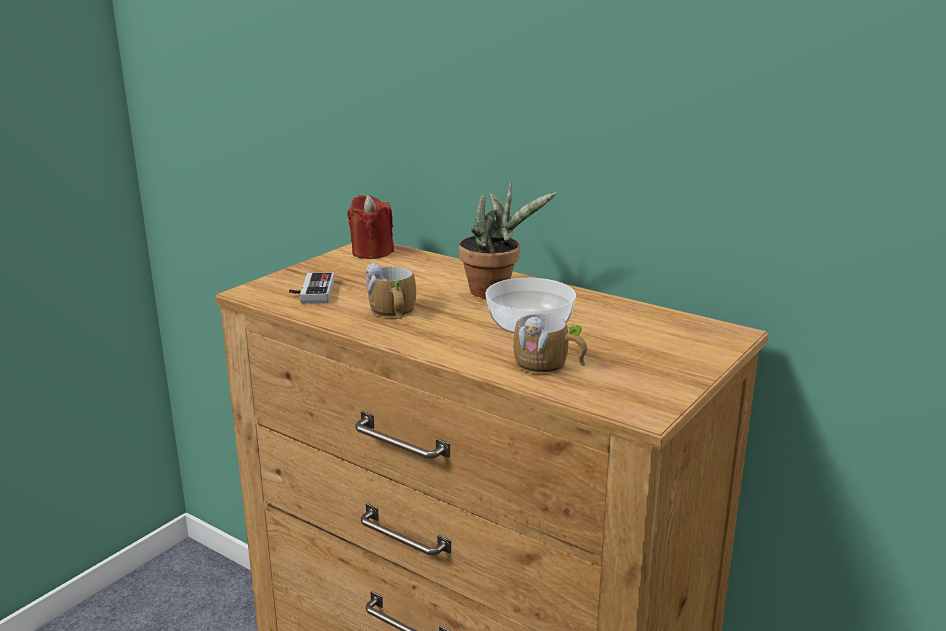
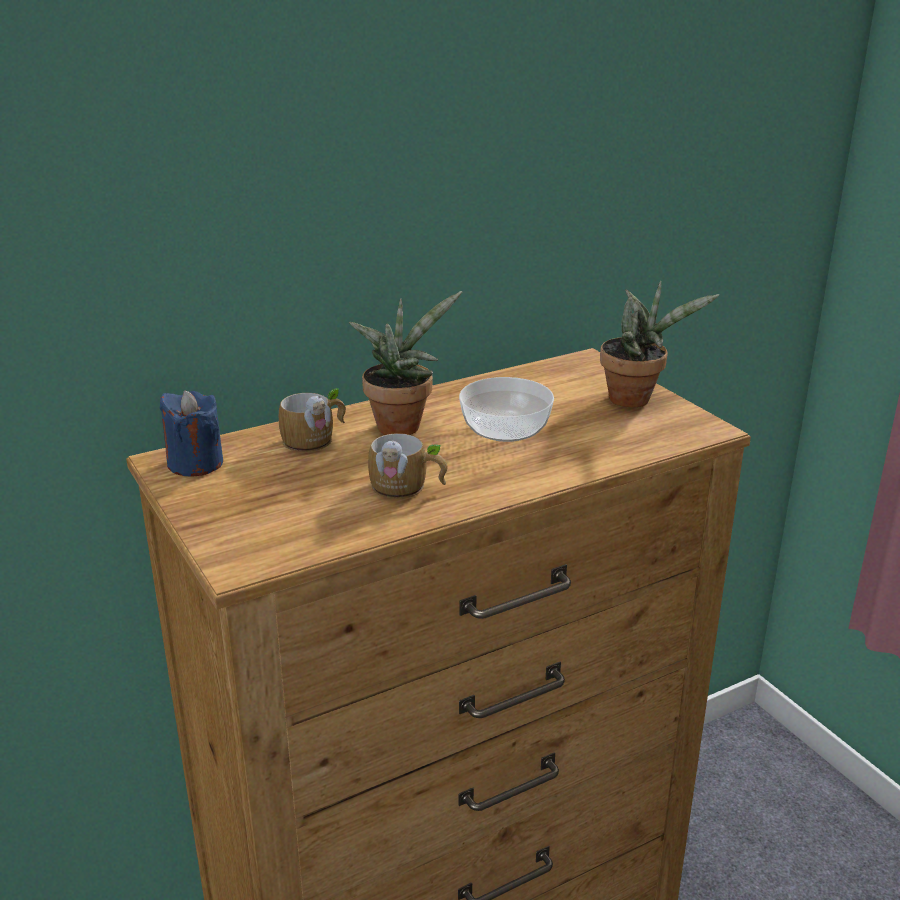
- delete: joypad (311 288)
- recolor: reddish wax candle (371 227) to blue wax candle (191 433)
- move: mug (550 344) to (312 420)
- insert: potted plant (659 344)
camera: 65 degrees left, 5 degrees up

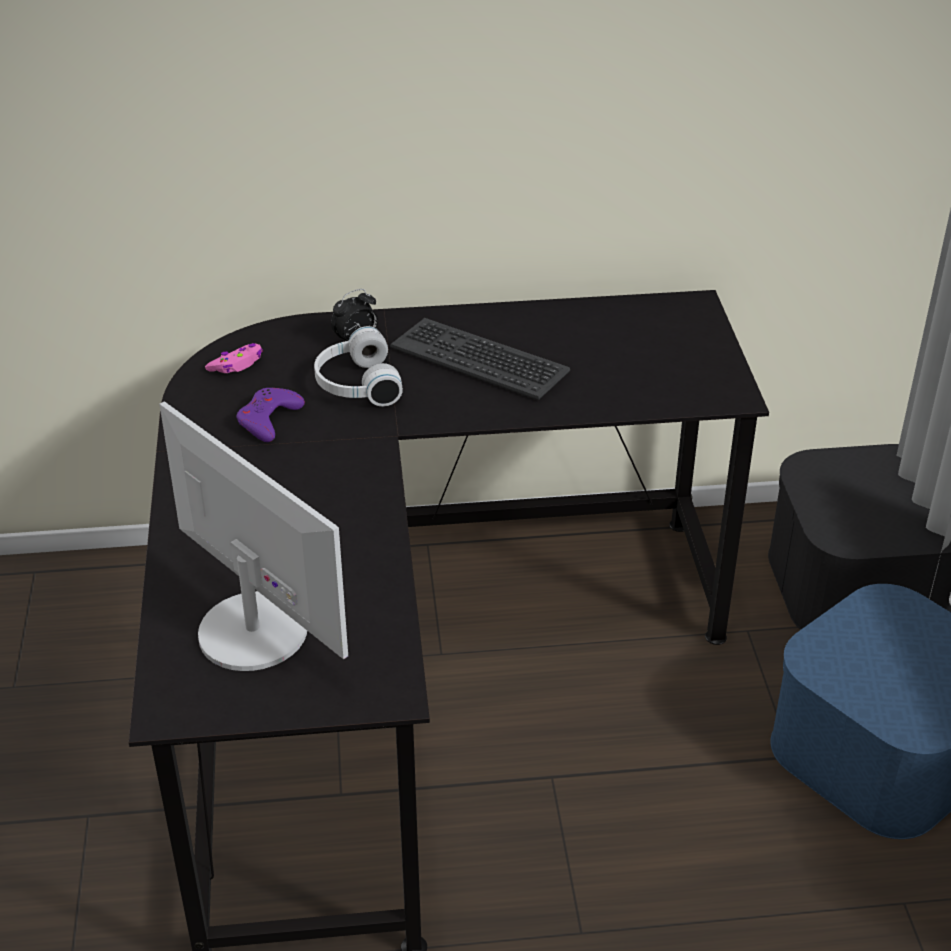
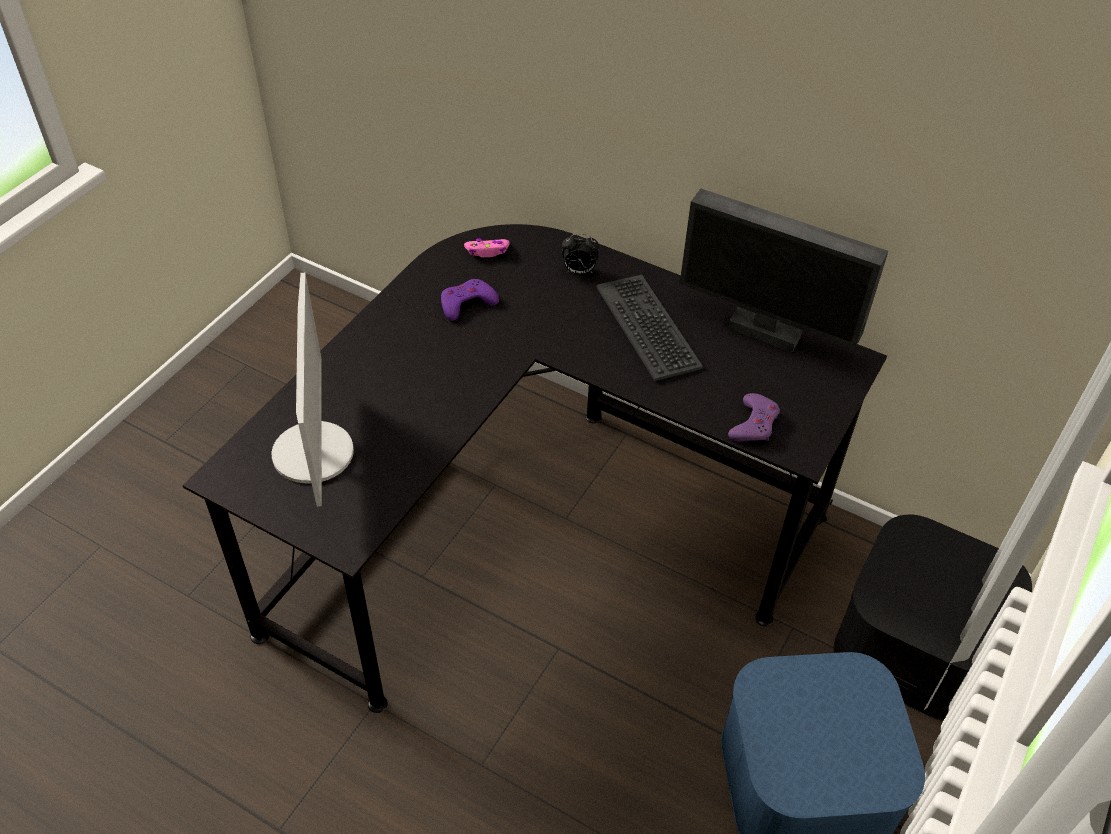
- delete: white-coloured pair of headphones (358 366)
- insert: computer display (784 270)
- insert: purplish joypad (754 417)
camera: 35 degrees right, 10 degrees up

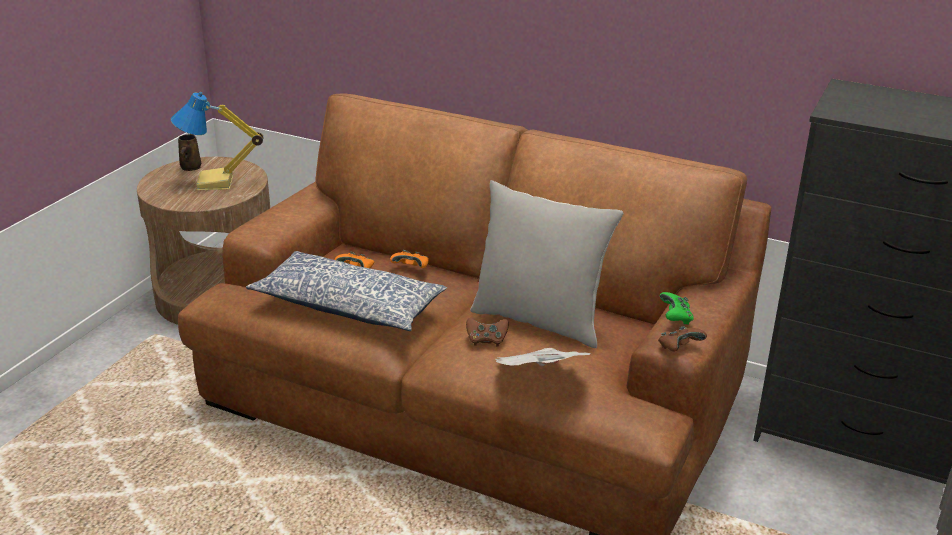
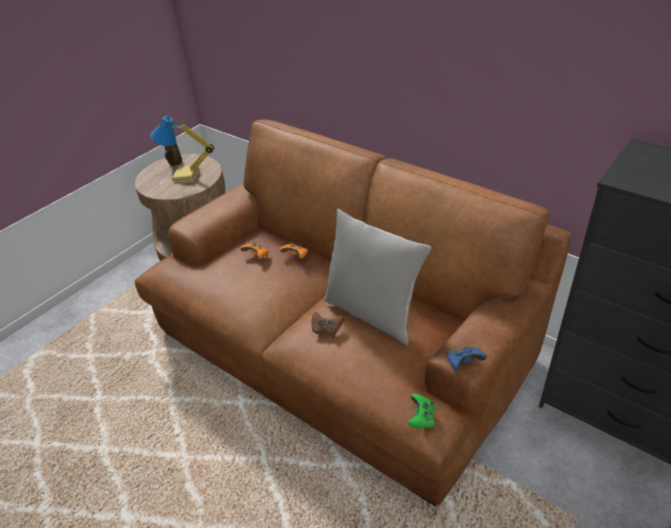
- delete: pillow (346 291)
- delete: newspaper (543 357)
- recolor: brown-coloured joypad (682 338) to blue joypad (467 358)
- move: green-coloured joypad (676 308) to (421 411)
camera: 15 degrees right, 10 degrees up

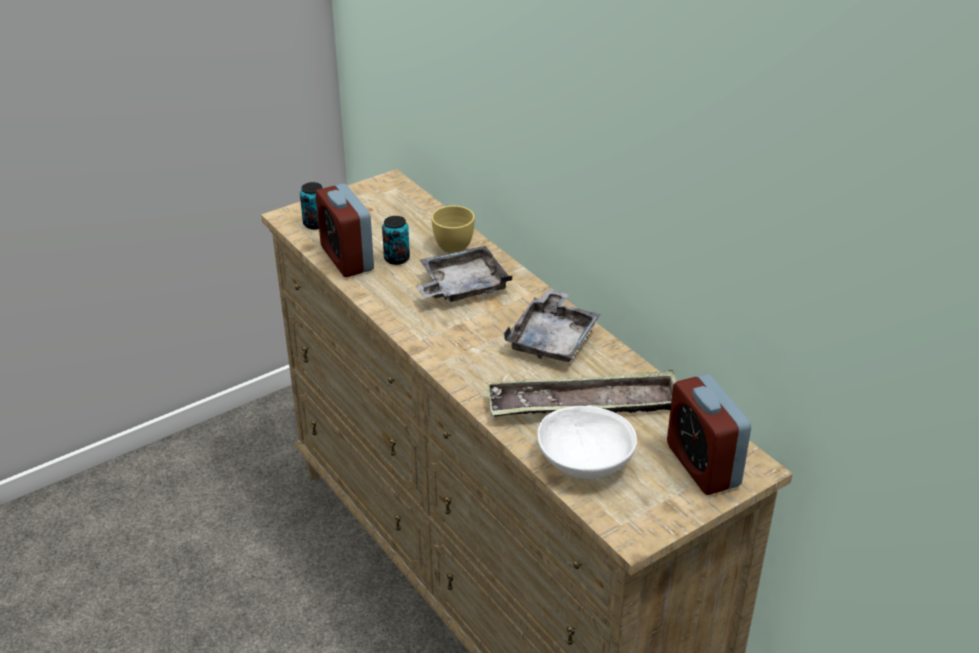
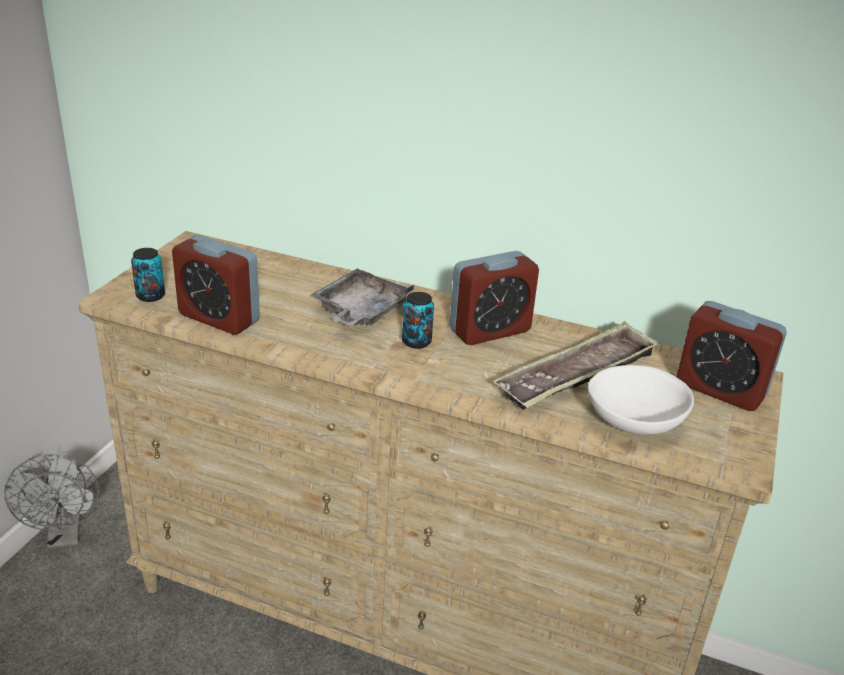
- move: sealed can (396 240) to (418 320)
- delete: yellow-coloured cup (453 229)
- replace: gray serving tray (552 325) to table clock (494 298)
- insert: gray electric fan (51 501)
camera: 35 degrees left, 5 degrees down

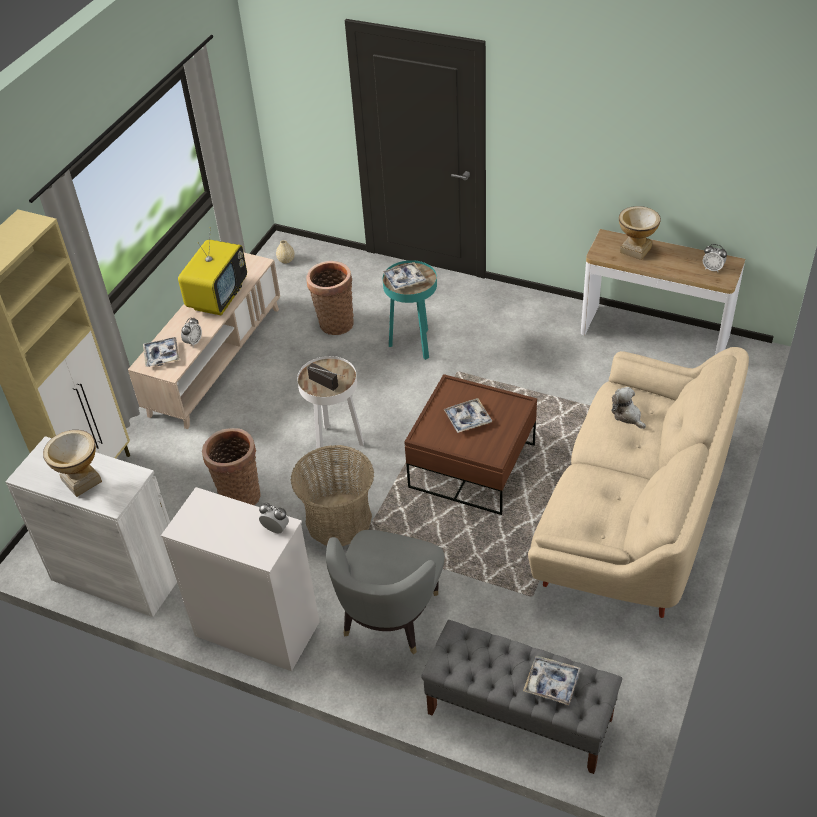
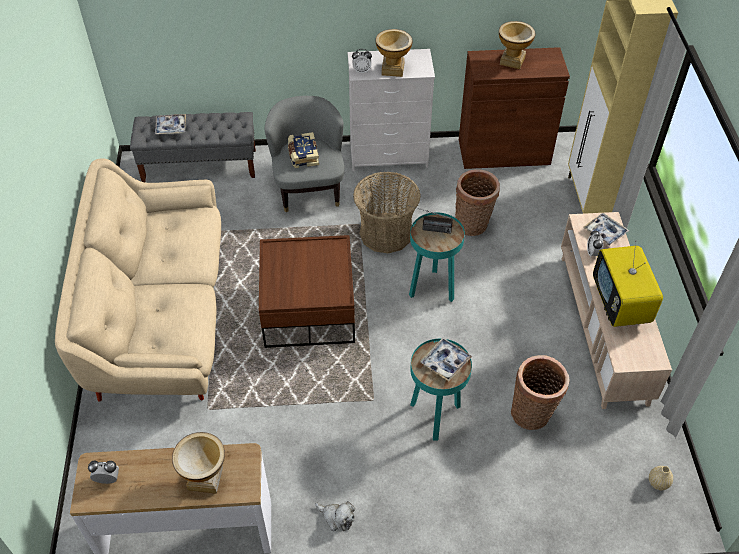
- recolor: white-coloured cabinet (91 526) to brown-coloured cabinet (514 108)
- recolor: white-coloured accent table (330 408) to turquoise accent table (437 257)
- delete: serving tray (467 415)
- move: plush toy (628 408) to (335 516)
- insert: volume (303 150)
- insert: flower vase (394 53)
camera: 150 degrees right, 5 degrees up

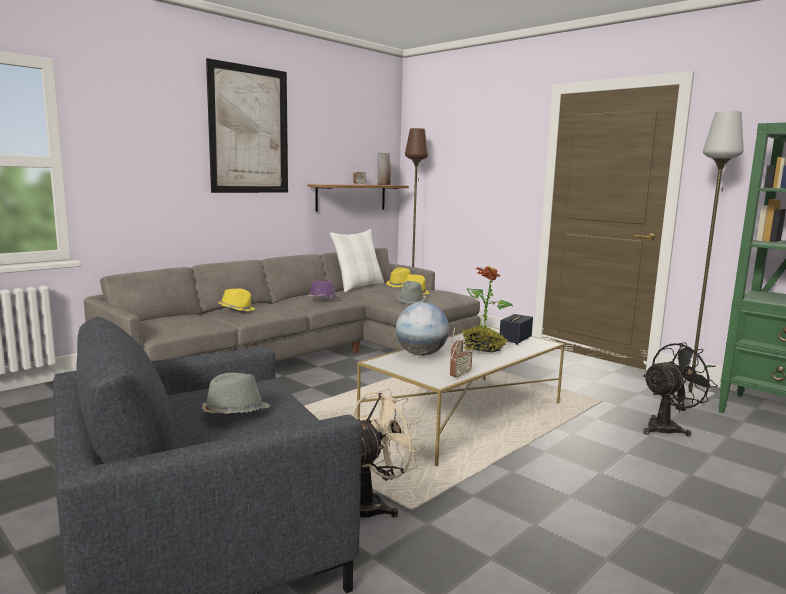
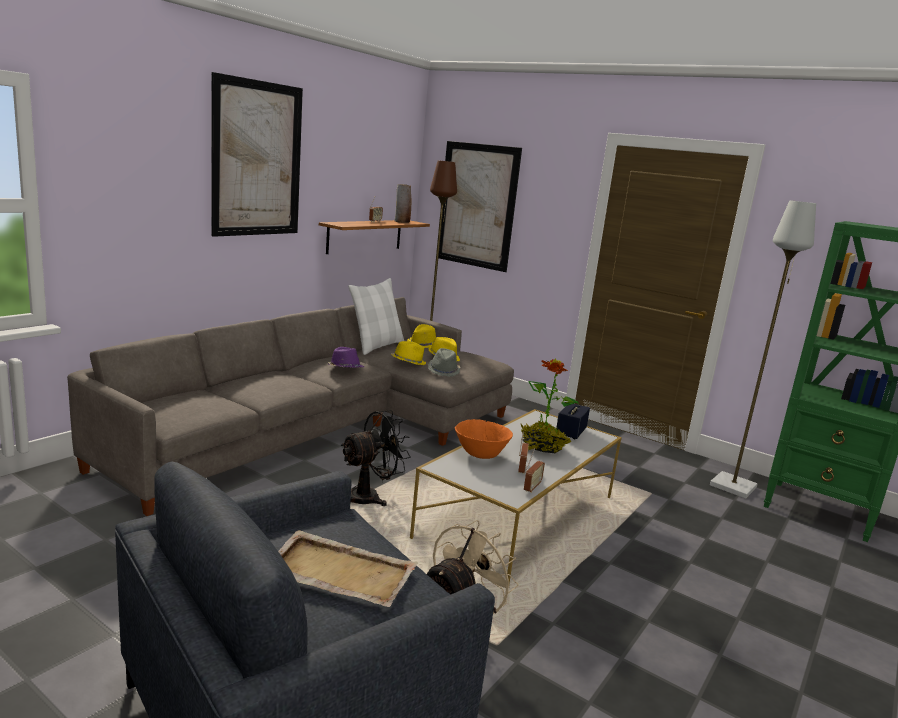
- replace: gray hat (235 393) to sand-coloured serving tray (348 568)
- move: yellow-coloured hat (236 300) to (409 353)
- replace: globe (422 329) to orange bowl (484 439)
- move: black electric fan (680 389) to (376 458)
- insert: picture (479 206)
camera: 10 degrees left, 5 degrees up

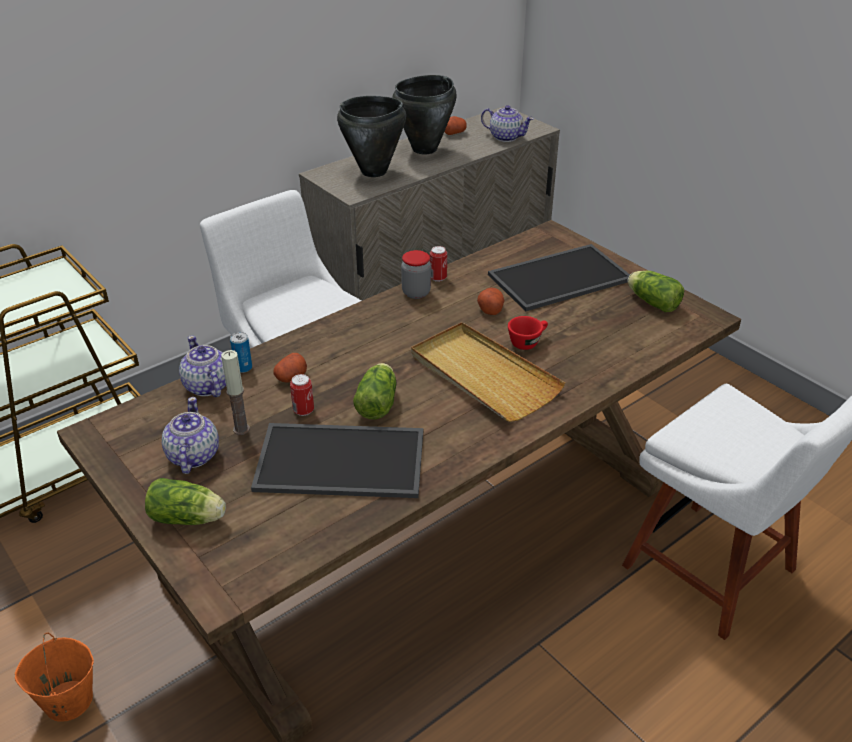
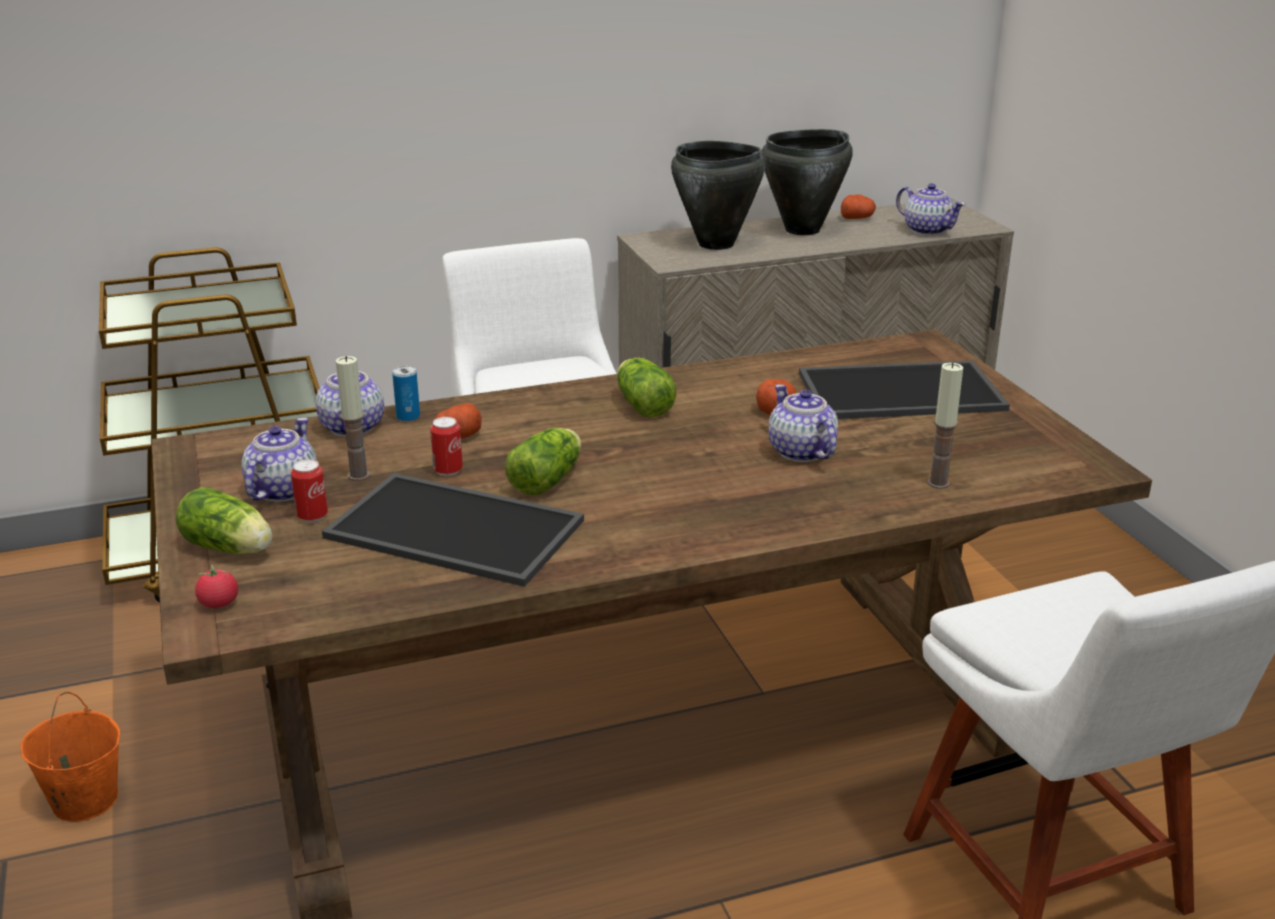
- delete: preserve jar (416 274)
- delete: sand-coloured serving tray (488 372)
- move: sealed can (438 264) to (309 491)
- replace: reddish cup (528 333) to teapot (803 423)
- move: lettuce head (656 291) to (646 388)
- insert: fresh tomato (216 586)
- insert: wax candle (945 425)
camera: 20 degrees right, 10 degrees down

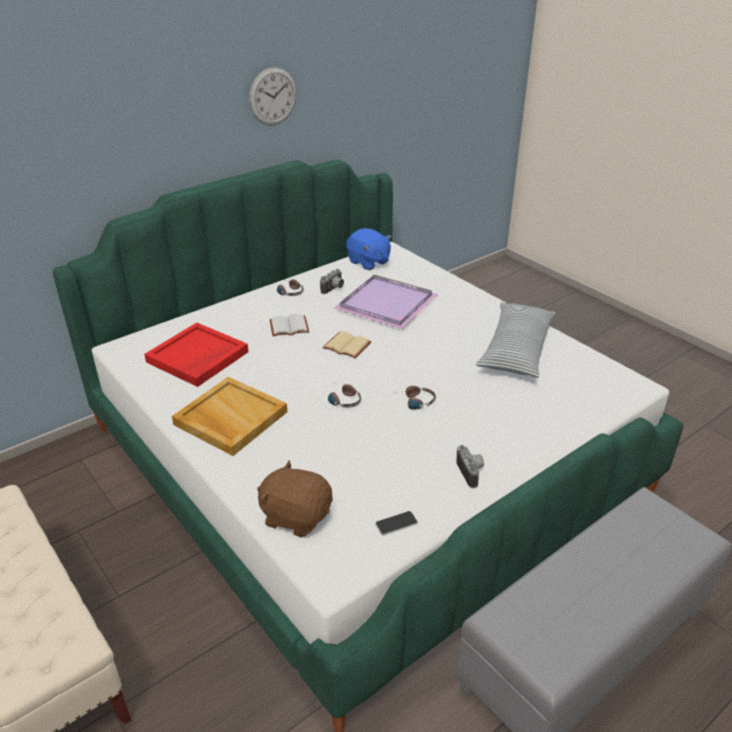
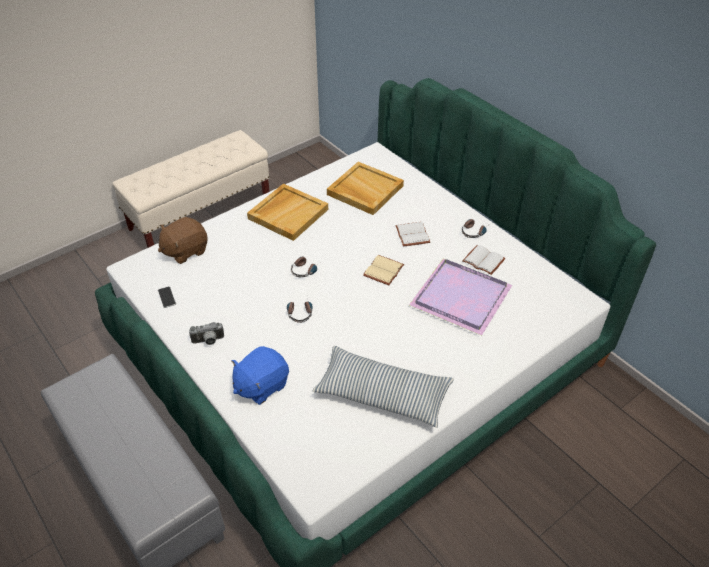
- recolor: reddish serving tray (196 355) to sand-coloured serving tray (365 188)
- delete: wall clock (273 96)
- rotate: brown-coloured plush toy (294 499) = (183 240) 150 degrees counterclockwise
- replace: still camera (332 281) to white-coloured volume (484 260)
- move: blue plush toy (369 249) to (260 375)
camera: 90 degrees right, 10 degrees up

